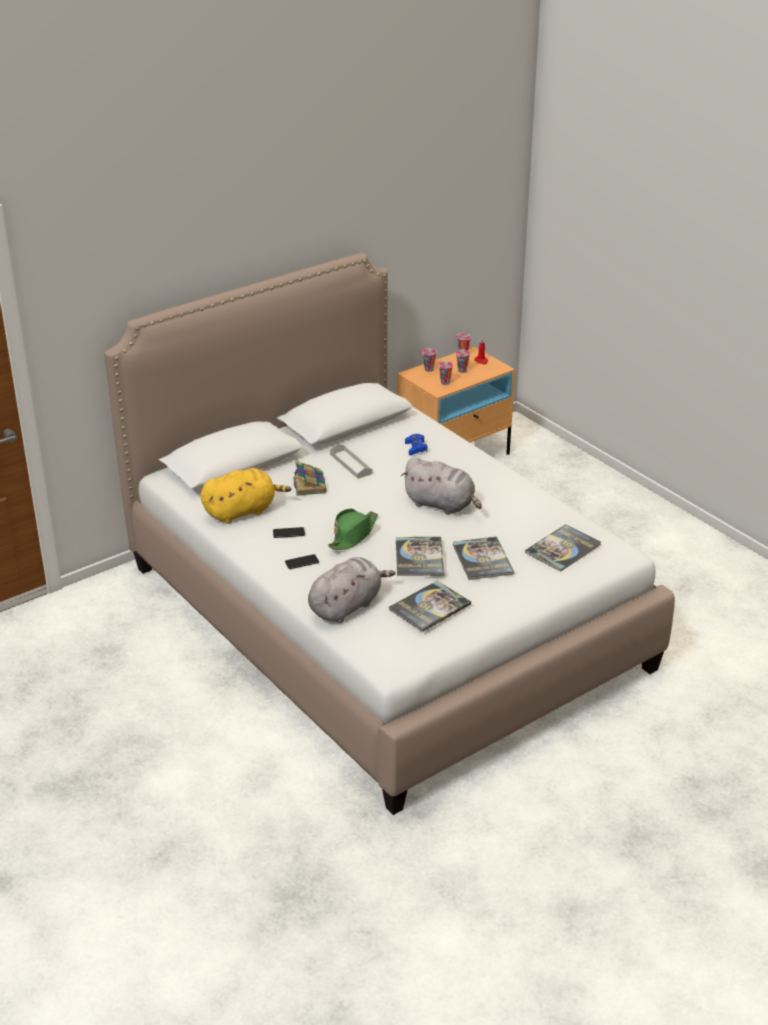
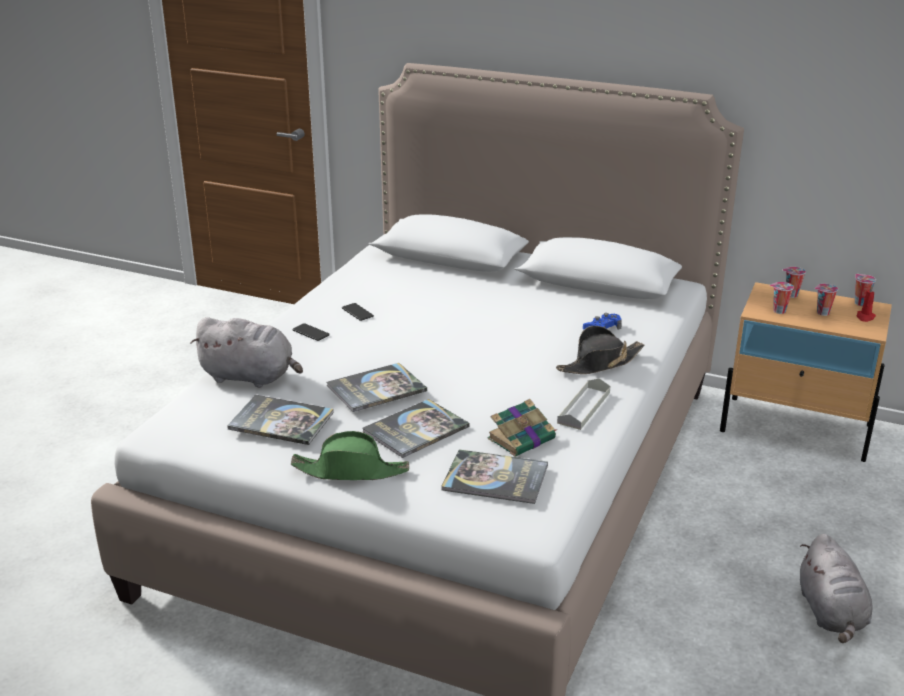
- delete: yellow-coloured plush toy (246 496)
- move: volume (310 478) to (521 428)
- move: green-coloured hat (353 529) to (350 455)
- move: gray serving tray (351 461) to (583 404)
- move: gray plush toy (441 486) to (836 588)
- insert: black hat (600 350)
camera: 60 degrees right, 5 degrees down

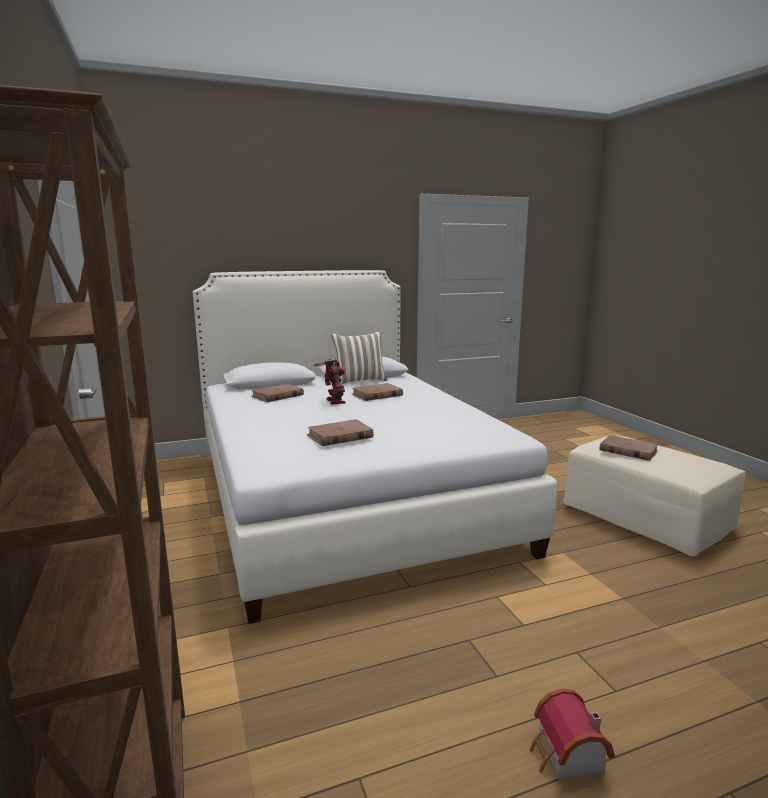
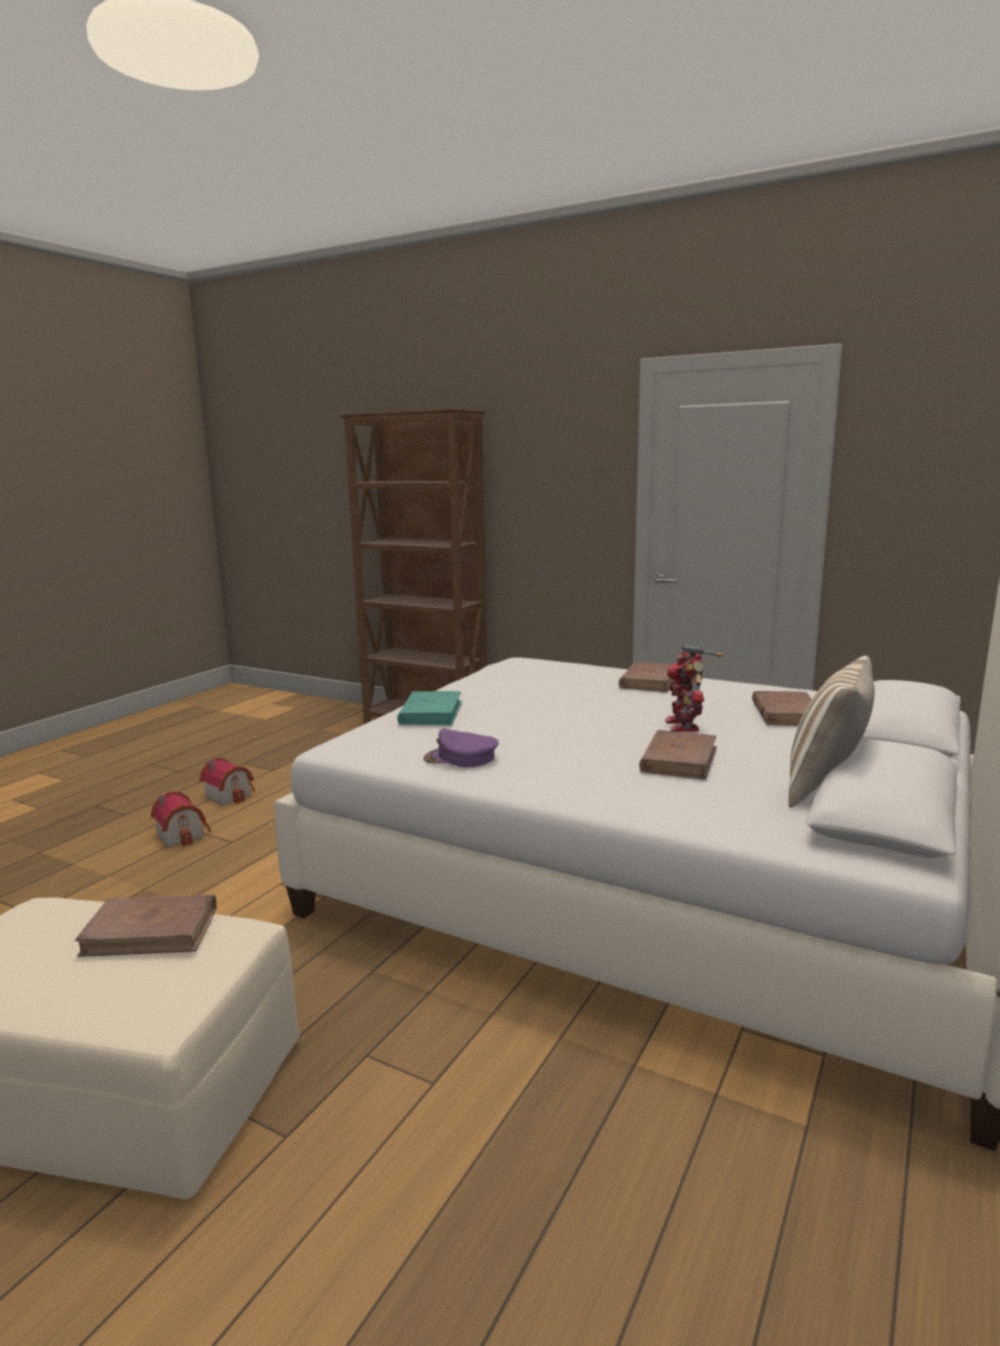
- move: brown-coloured volume (340 432) to (646 677)
- rotate: robot figure (330 382) = (694 689) 60 degrees clockwise
- insert: miniature house (181 819)
- insert: turquoise volume (429 708)
- insert: purplish peaked cap (461 748)
camera: 140 degrees right, 0 degrees up

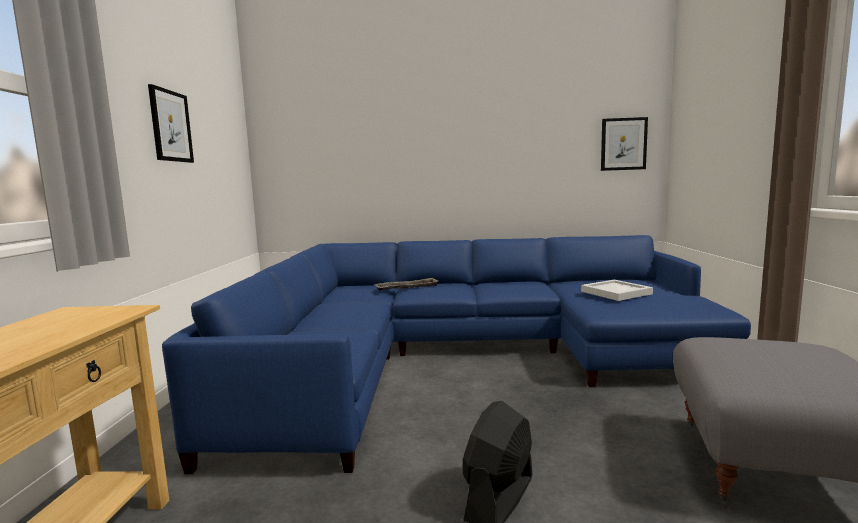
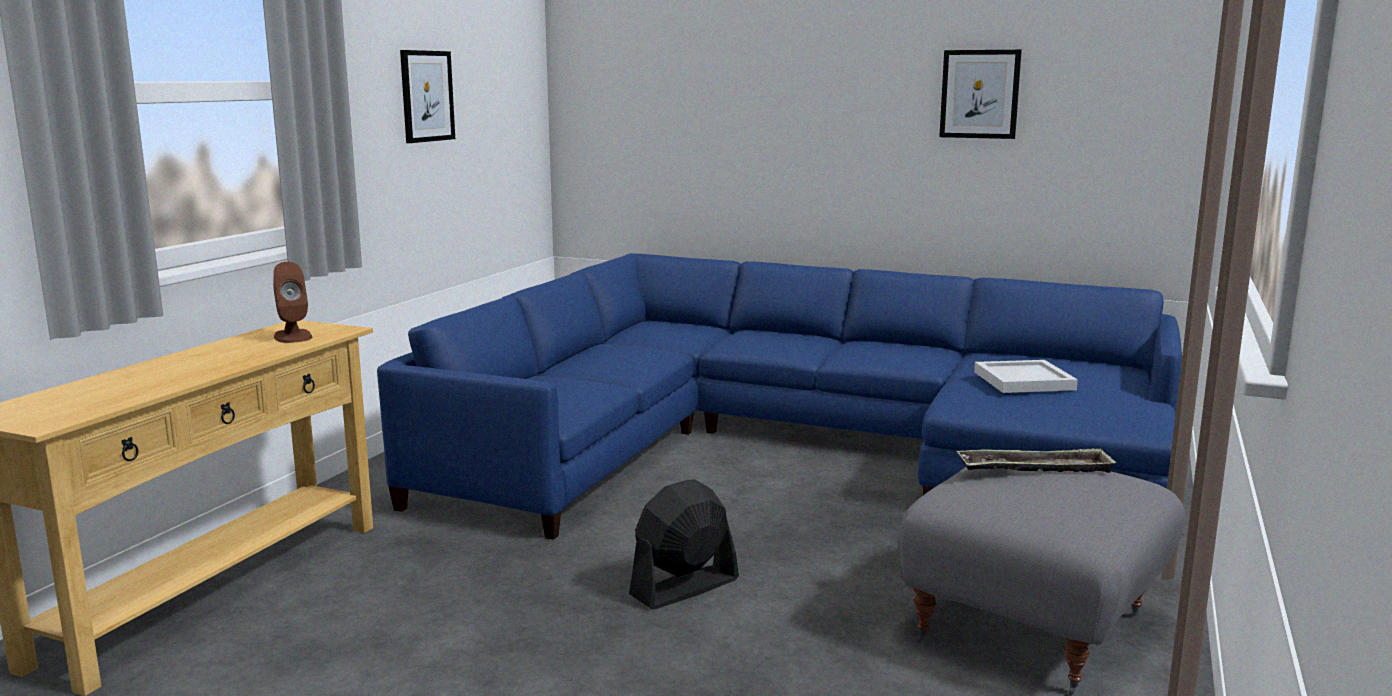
- move: serving tray (406 284) to (1037 460)
- move: picture (624 144) to (980 94)
- insert: brown-coloured speaker (292 302)
camera: 20 degrees right, 5 degrees up

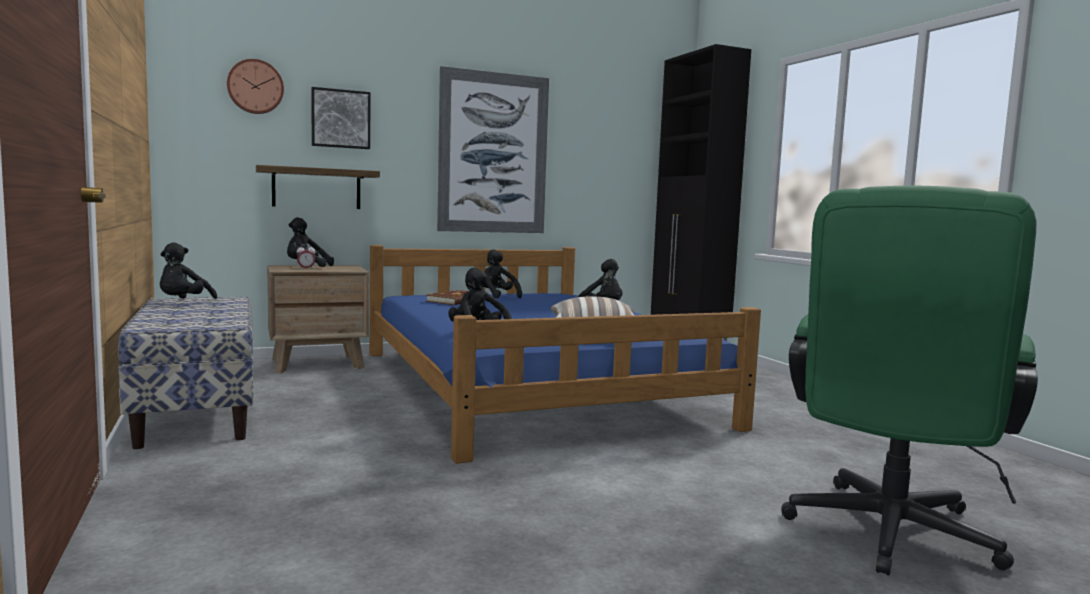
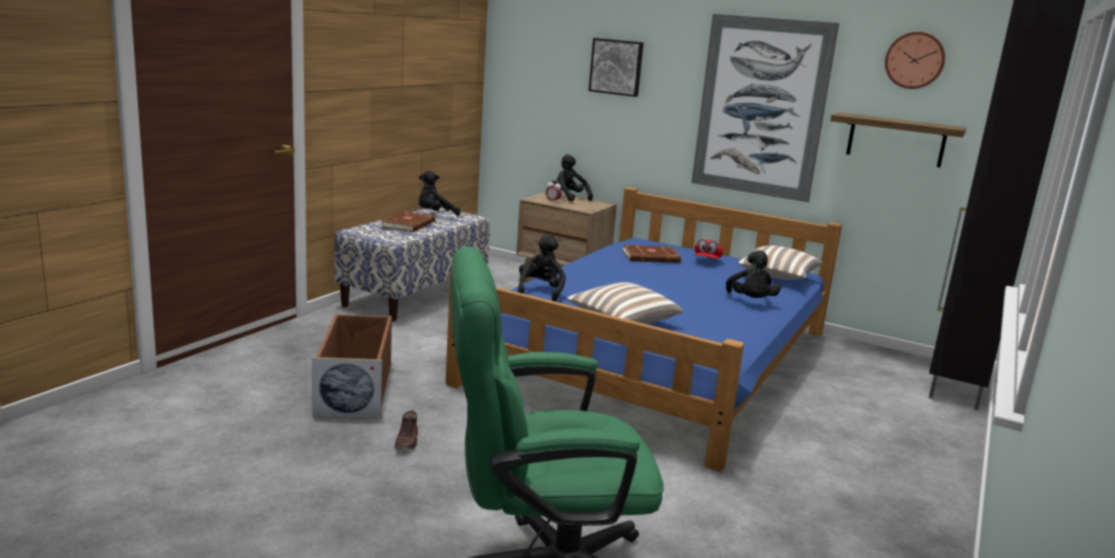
- move: wall clock (255 86) to (915 60)
- move: bracket shelf (318 187) to (898 139)
- replace: black plush toy (502 273) to reddish peaked cap (708 249)
- insert: brown-coloured storage container (352 366)
- insert: brown-coloured volume (408 221)
- insert: brown-coloured low shoe (406 430)
- insert: pillow (779 263)
camera: 50 degrees right, 10 degrees up

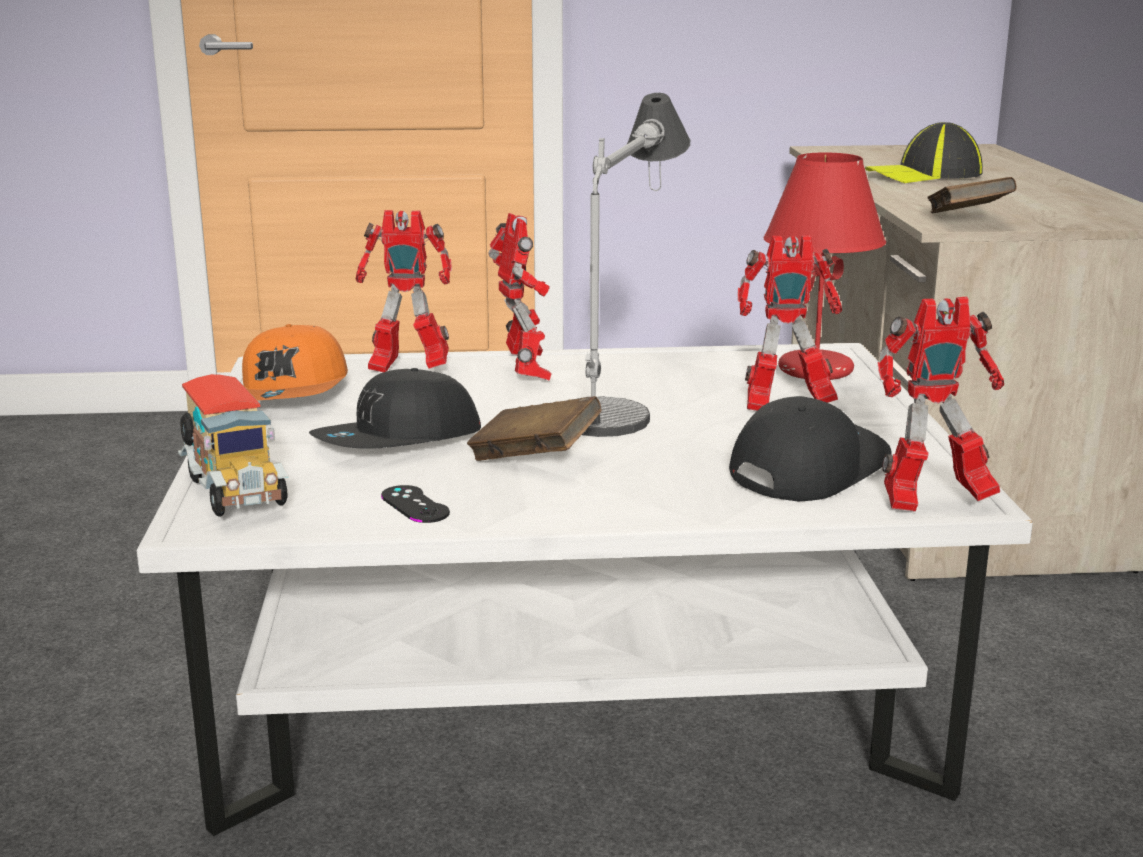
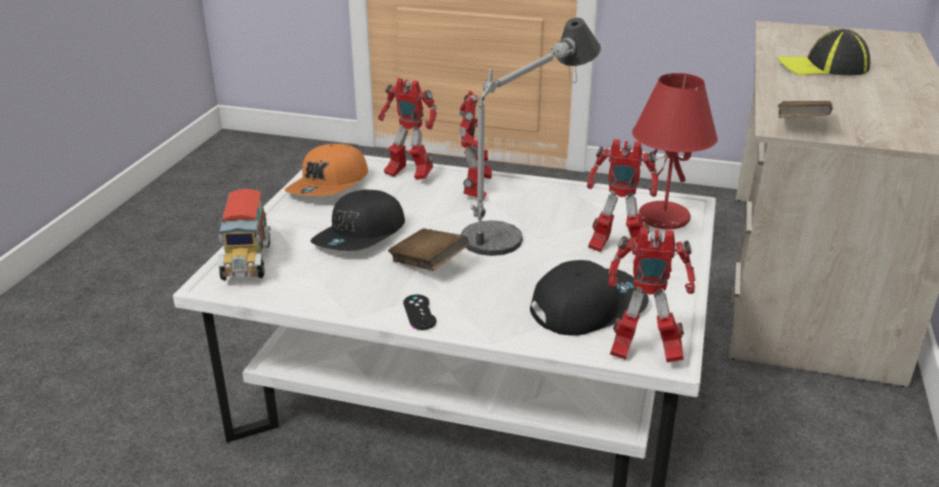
- rotate: black peaked cap (395 408) = (358 220) 45 degrees counterclockwise
- move: black joypad (415 504) to (420 312)
camera: 20 degrees right, 10 degrees up

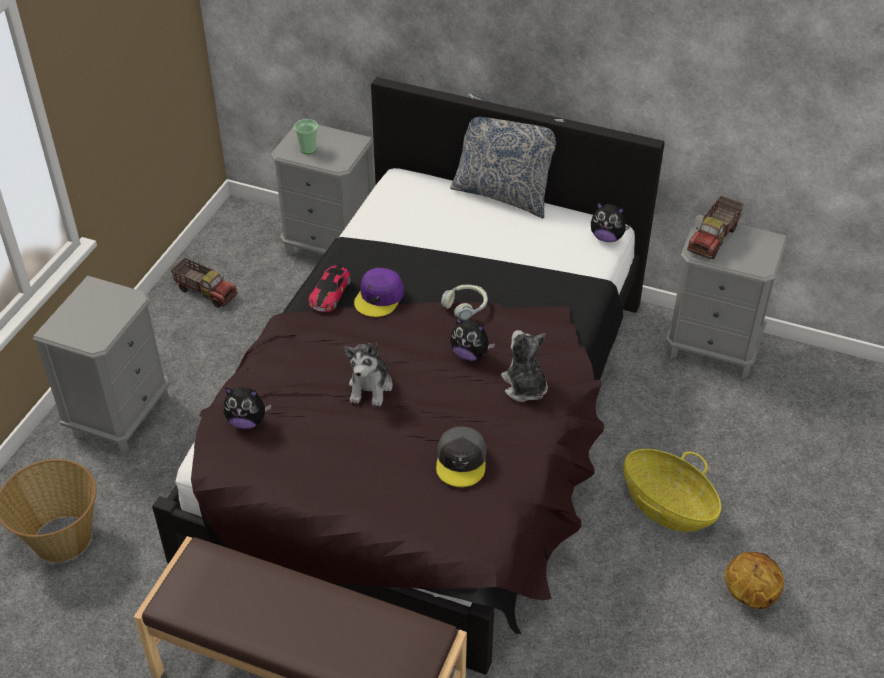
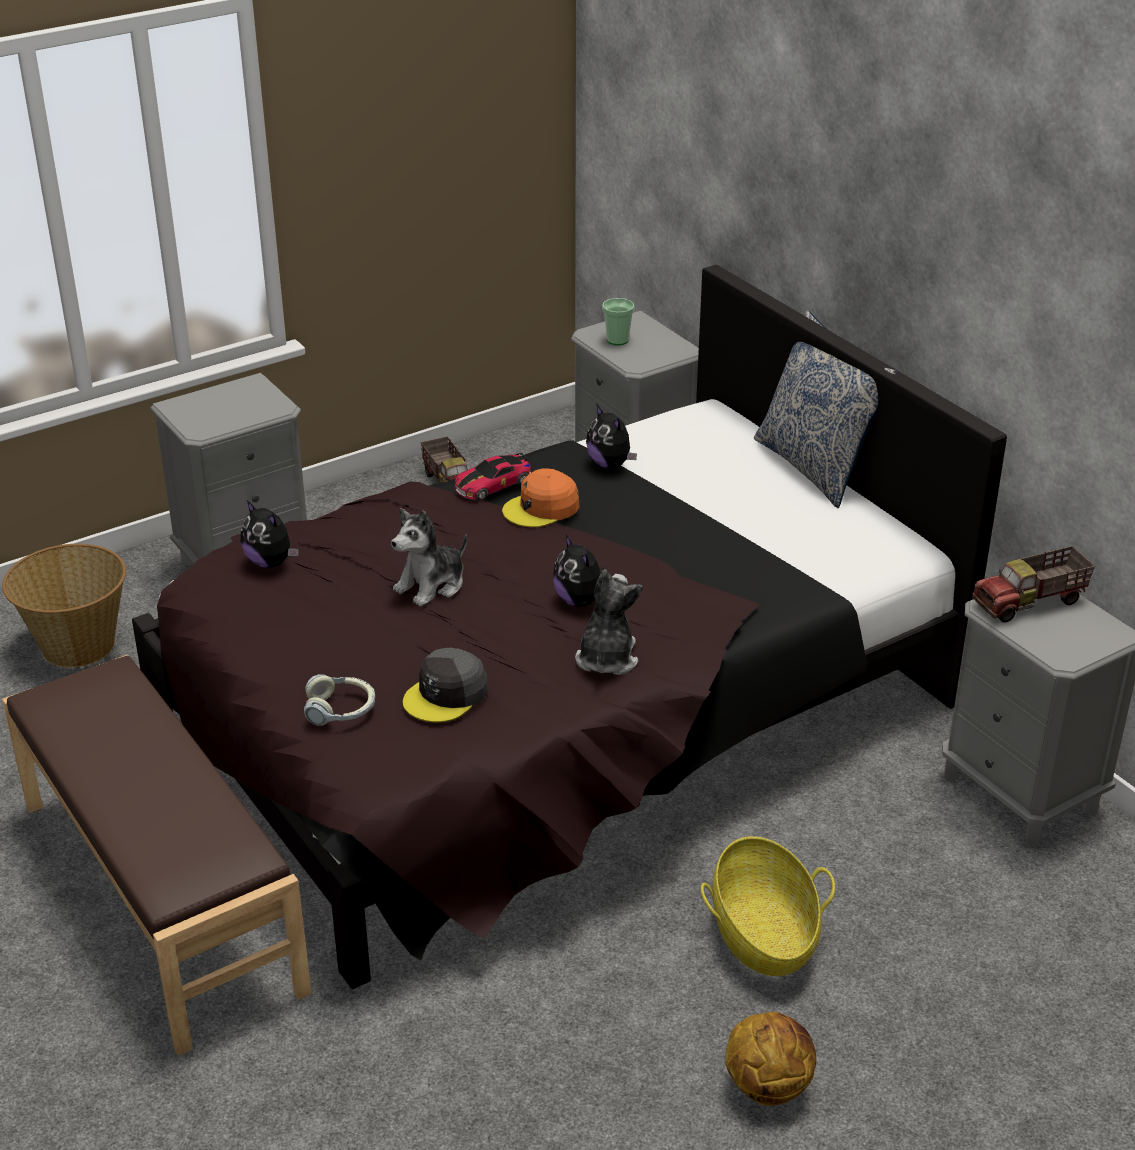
- recolor: purplish peaked cap (379 292) to orange peaked cap (540 498)
- move: pair of headphones (464 302) to (339 700)
- move: plush toy (611 222) to (611 437)
camera: 35 degrees right, 10 degrees down

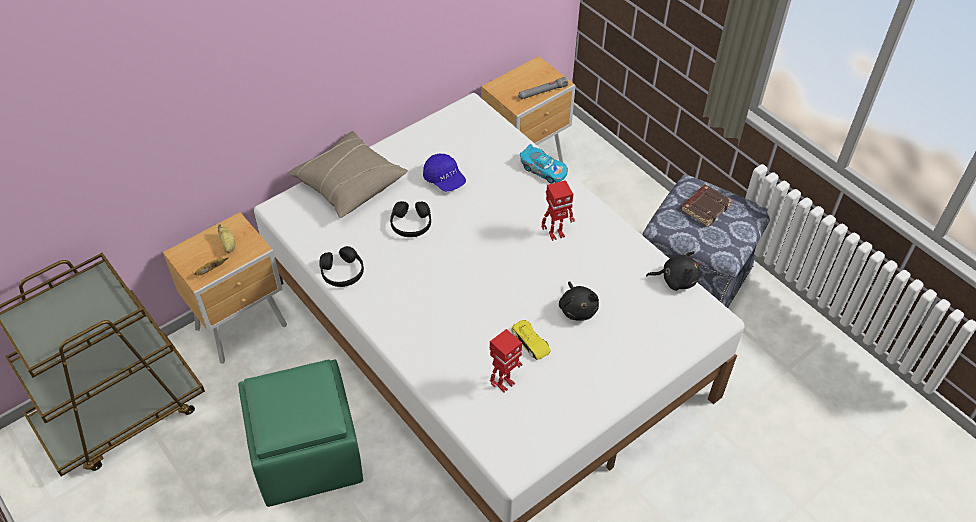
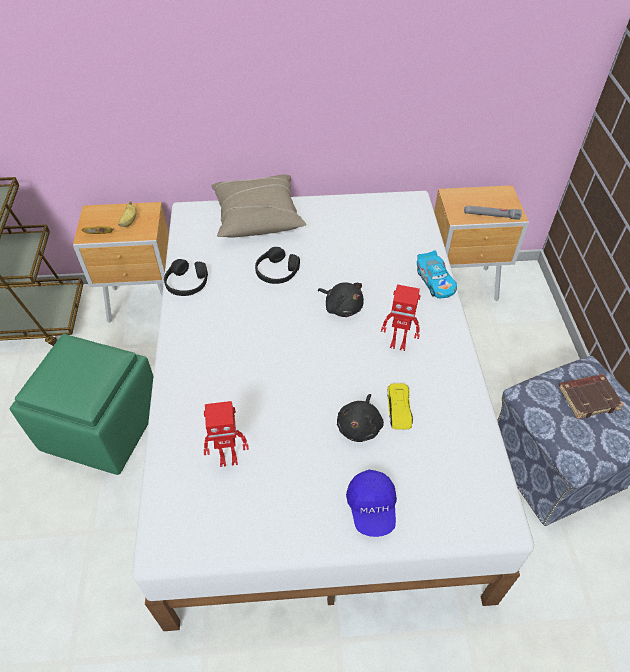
- move: blue peaked cap (444 172) to (371 503)
- move: yellow-coloured model car (531 340) to (400 406)
- move: black plush toy (674 271) to (341 300)
camera: 35 degrees right, 0 degrees up

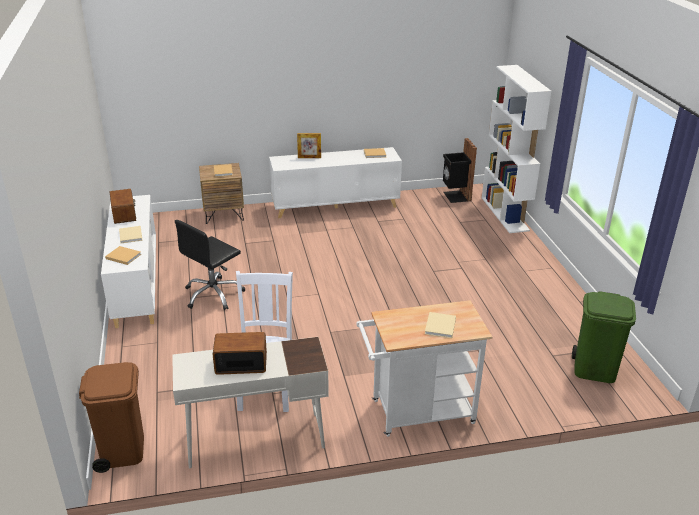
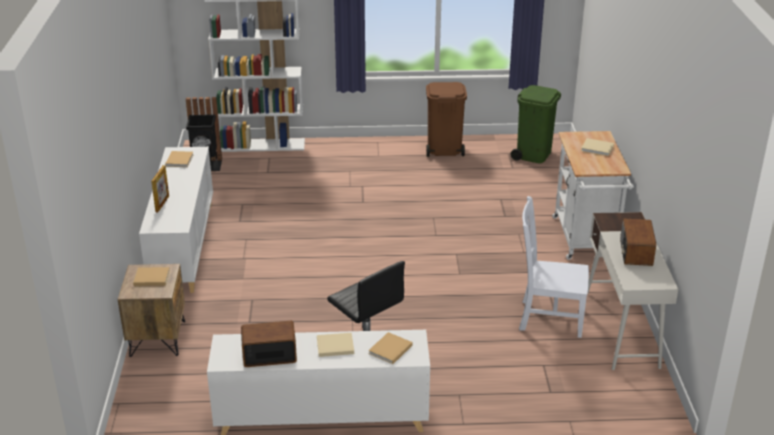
- move: brown-coloured trash can (111 417) to (446 119)
camera: 80 degrees left, 0 degrees up

